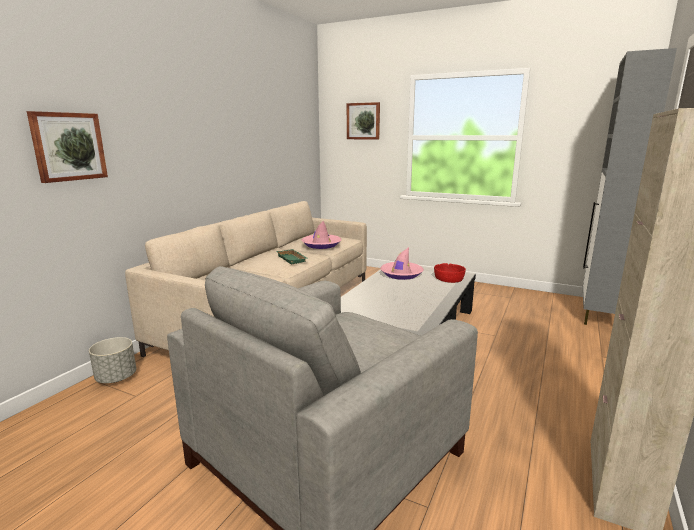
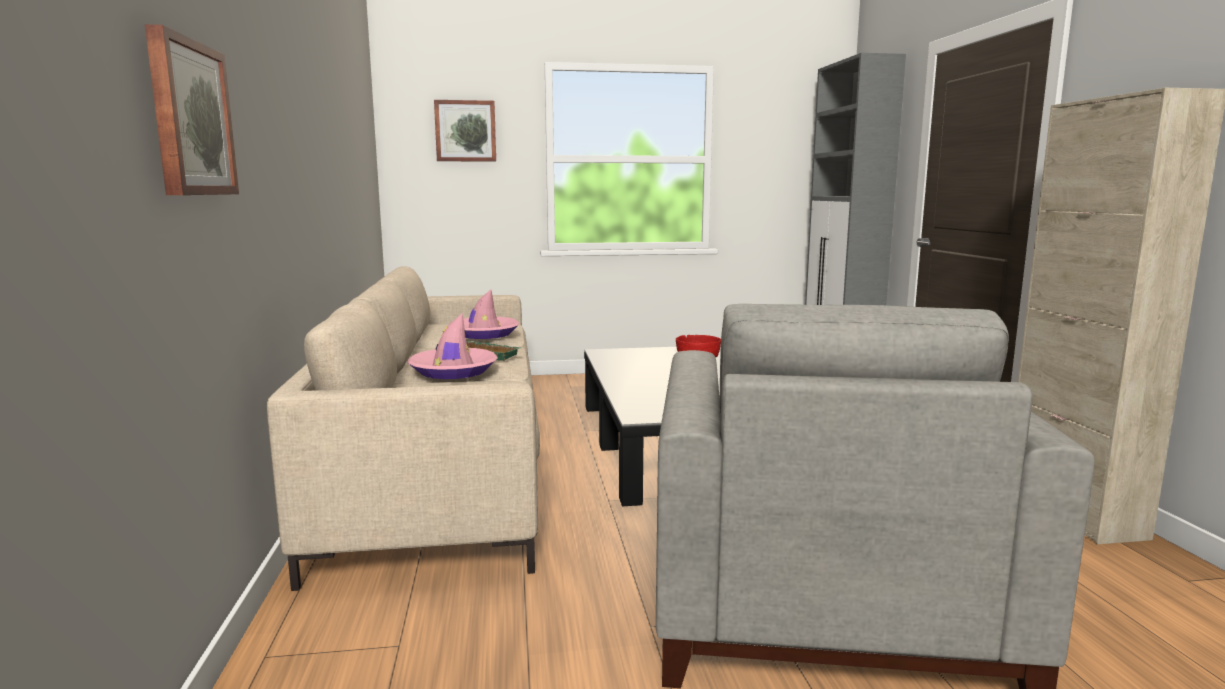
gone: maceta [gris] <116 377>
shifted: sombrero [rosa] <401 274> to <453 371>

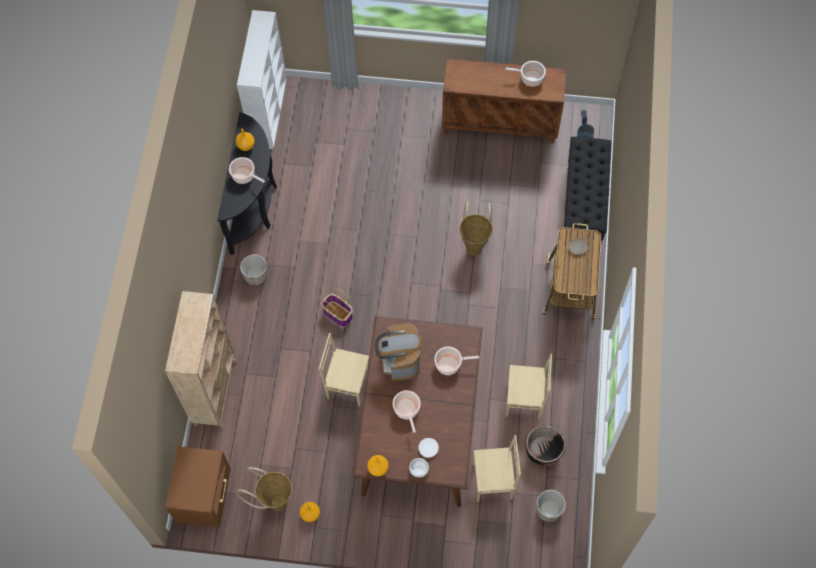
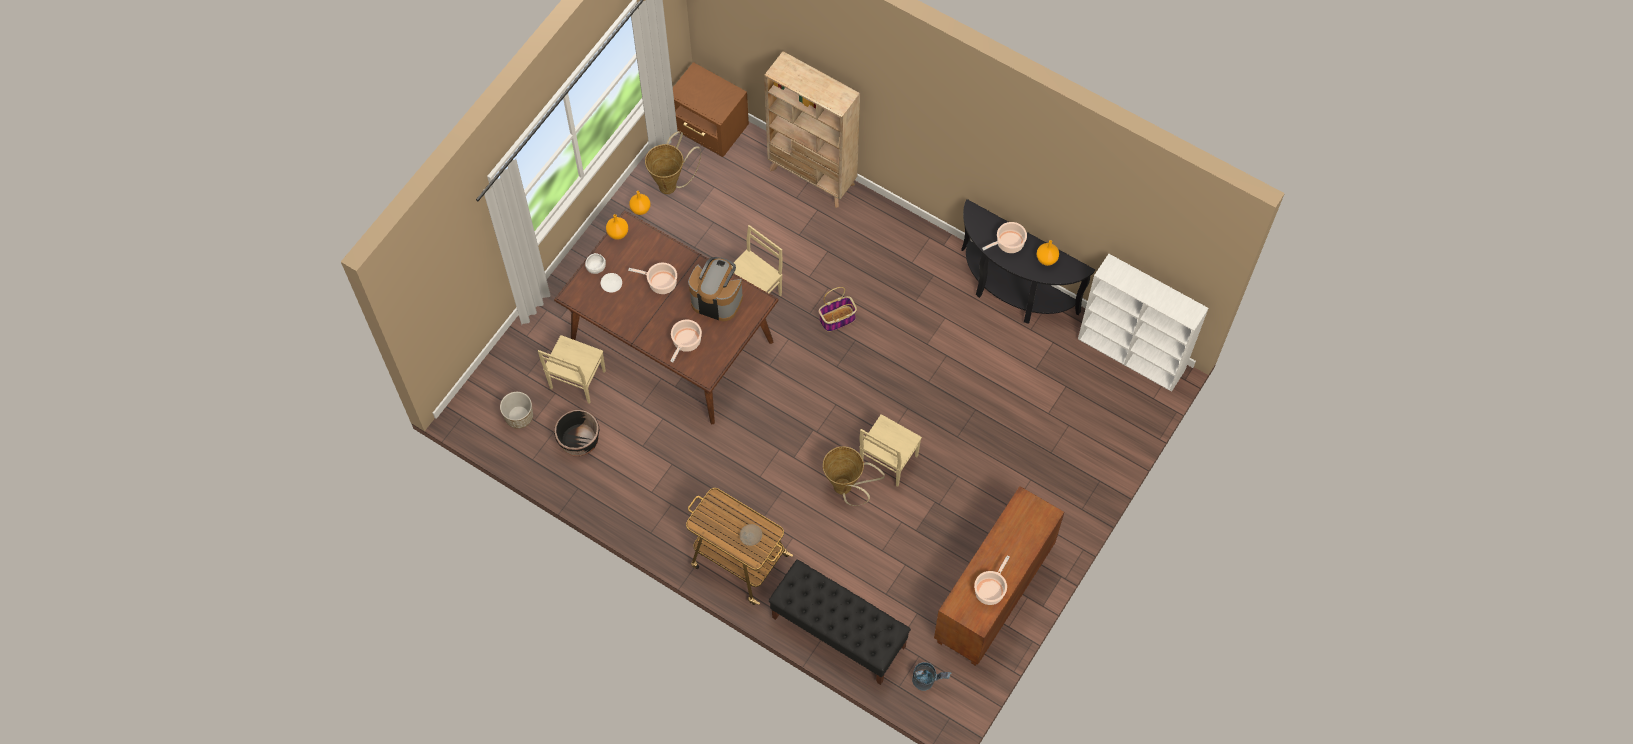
gone: maceta <256 275>
shifted: silla [beis] <524 400> to <887 461>

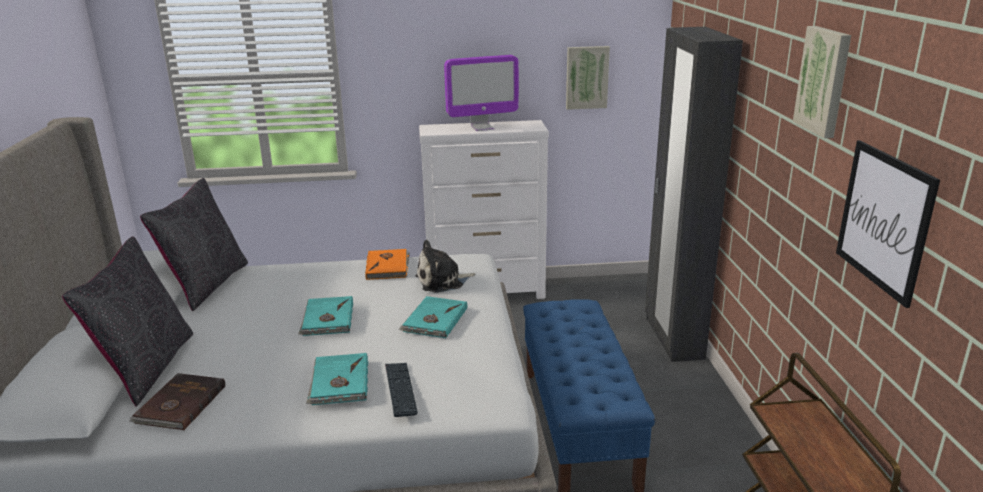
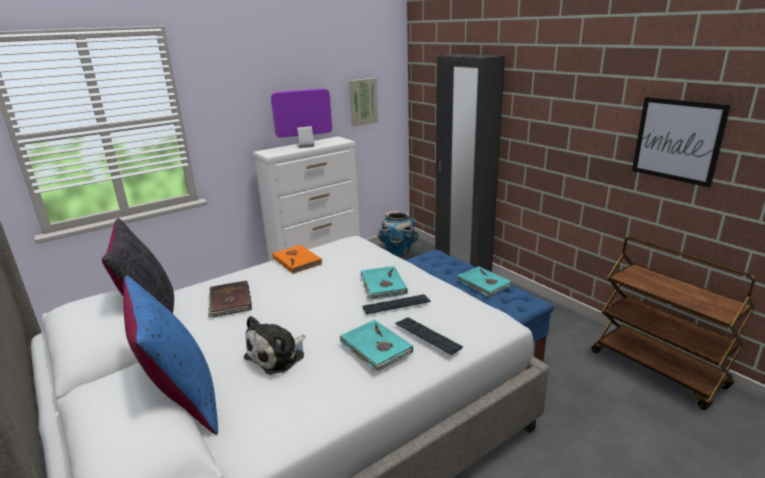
gone: cuadro <824 81>
new: teclado <396 305>; maceta <398 252>
shifted: libro [marrón] <179 404> to <229 301>; libro [turquesa] <327 319> to <483 284>; peluche <442 281> to <278 355>
repainted: cojín [negro] <146 367> to cojín [azul] <181 399>
rotated: monitor <482 128> = <305 146> 150 degrees counterclockwise

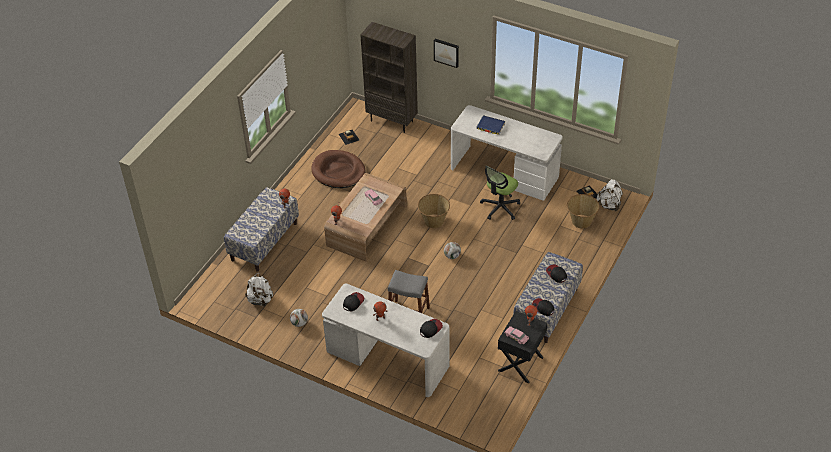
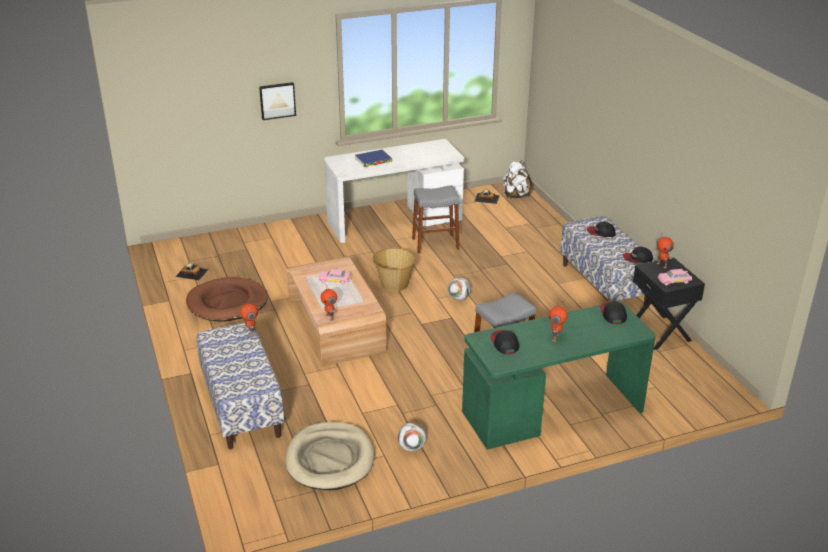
gone: estantería [marrón] <392 121>; cesta <581 221>
swapped: mochila [blanco] <260 300> to cama para perro [beis] <330 459>; silla de oficina <500 207> to taburete [gris] <435 243>
repainted: escritorio [blanco] <387 359> to escritorio [verde] <553 412>

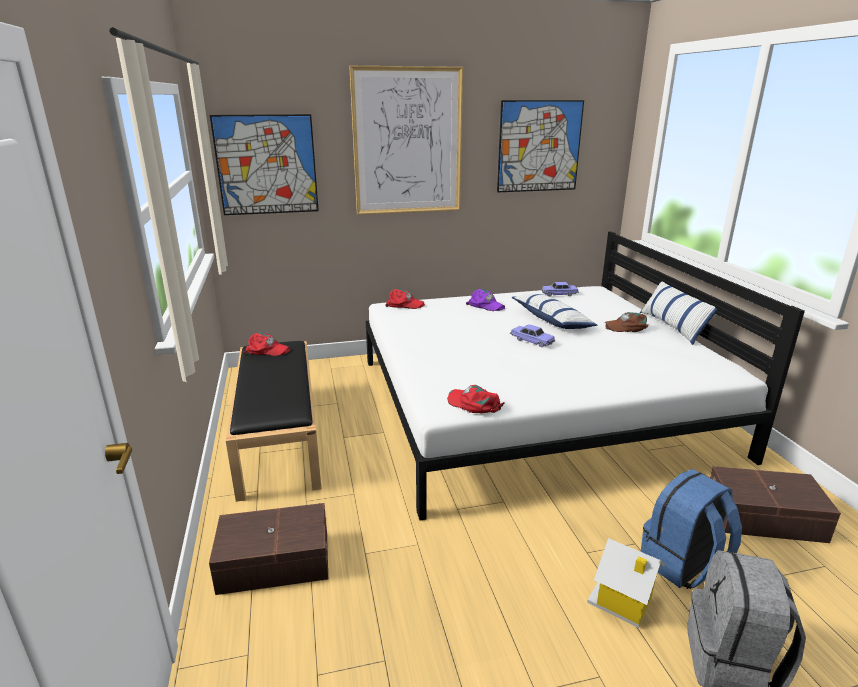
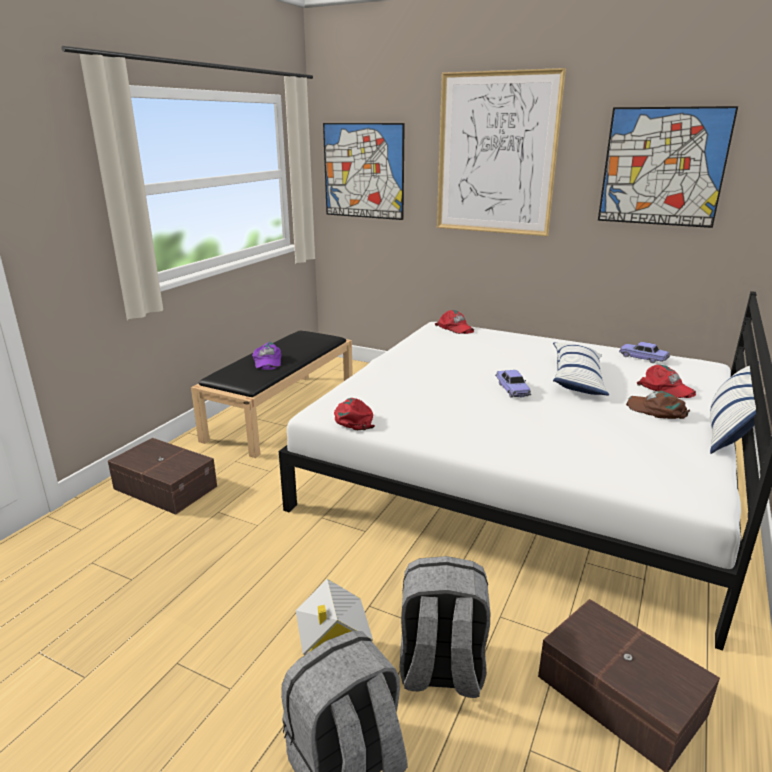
shifted: gorra [rojo] <267 350> to <666 388>; gorra [morado] <486 305> to <267 361>
repainted: mochila [azul] <683 564> to mochila [gris] <441 671>

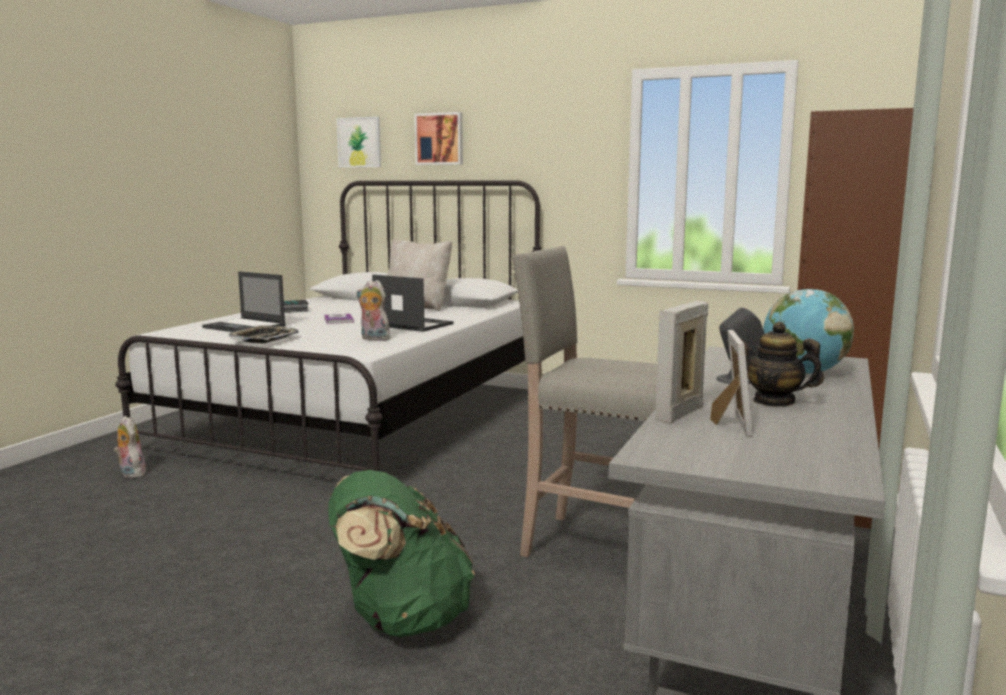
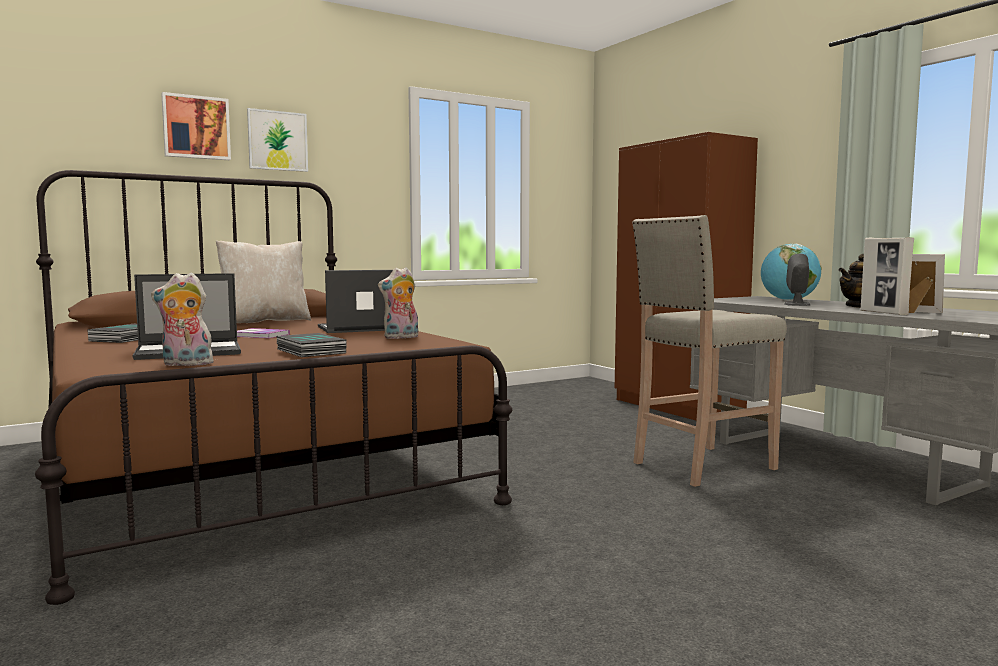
gone: mochila [verde] <401 619>
shifted: peluche <130 474> to <185 364>; cuadro <359 142> to <277 141>
swapped: bandeja <264 339> to libro <309 351>
repainted: cama [blanco] <360 419> to cama [marrón] <249 468>

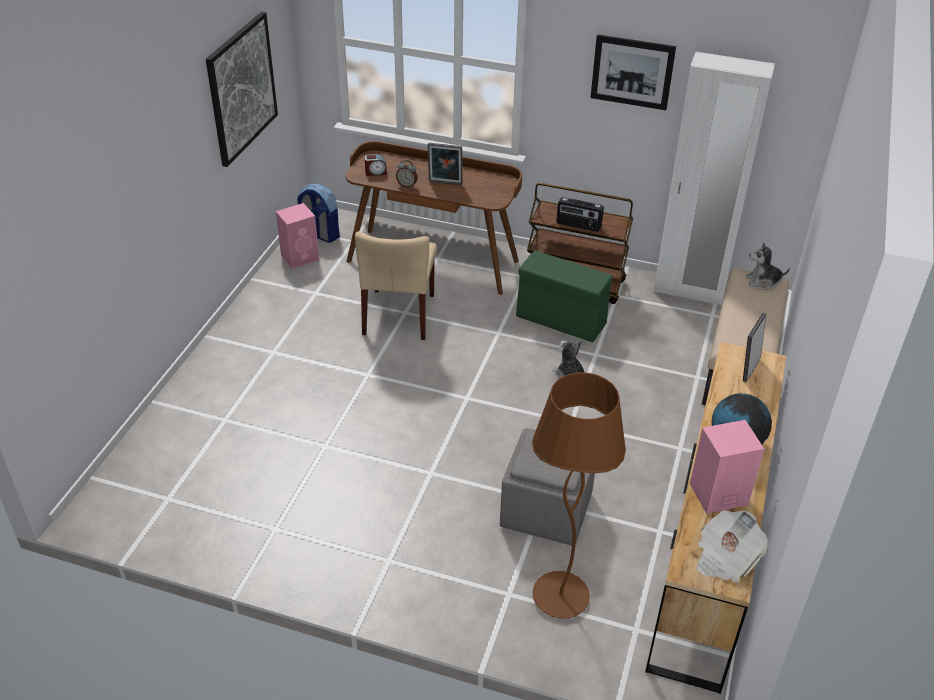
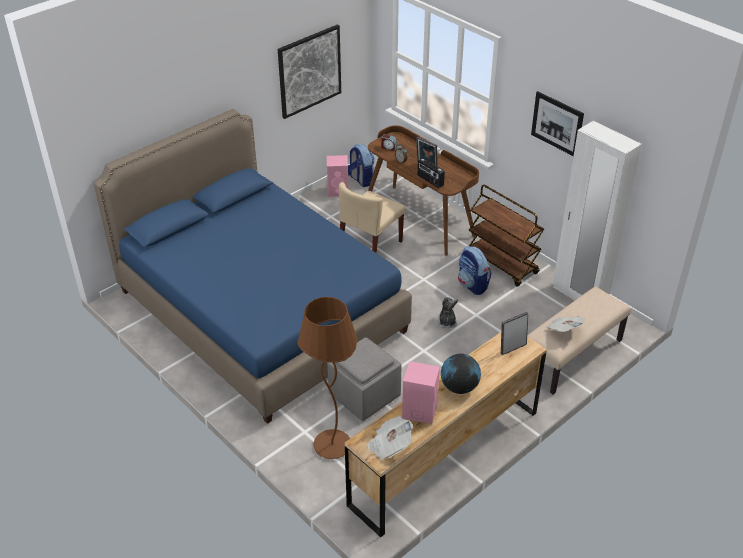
gone: peluche <763 282>
new: cama [azul] <260 311>; periódico <564 330>
shifted: radio <578 225> to <430 181>
swapped: caja de almacenaje [verde] <562 320> to mochila <472 285>

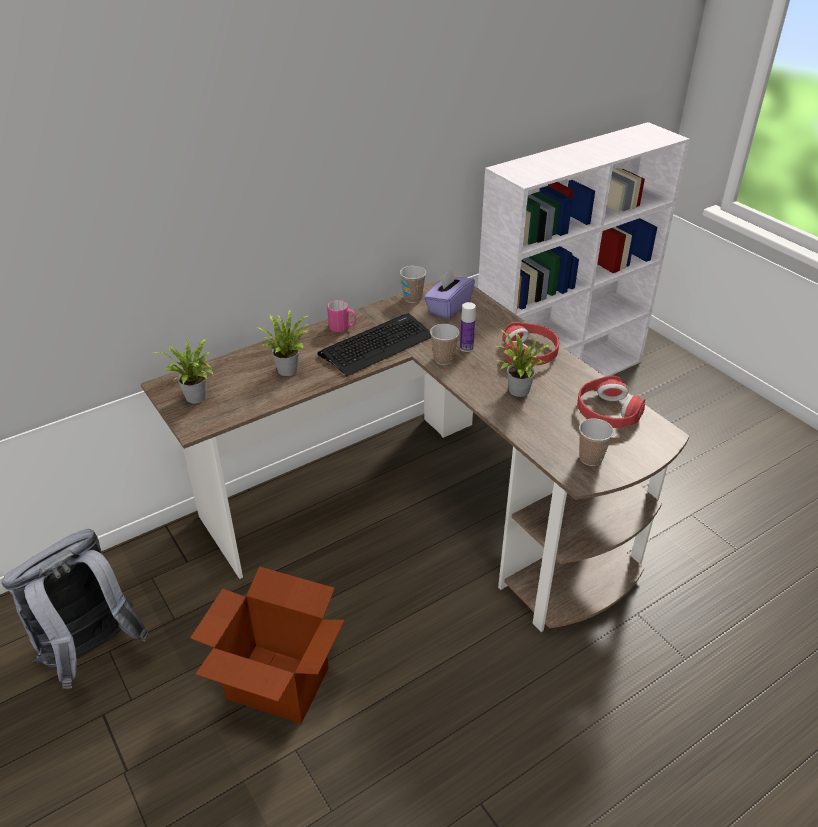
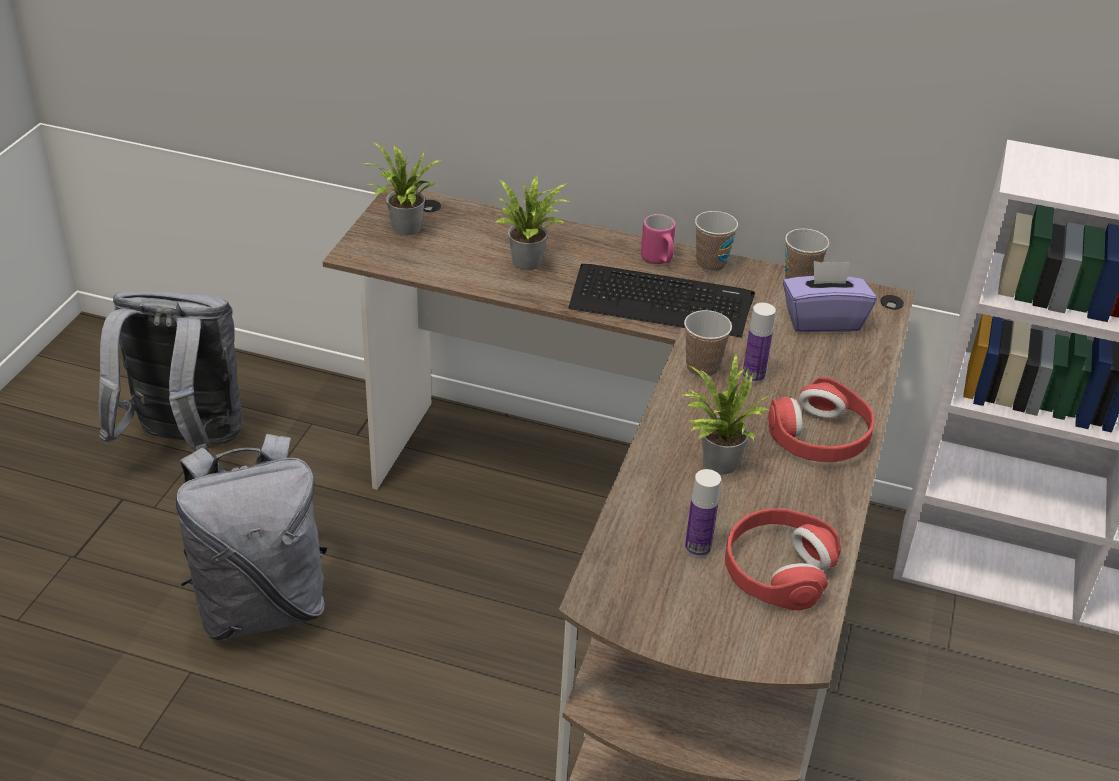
new: botella <698 548>
shifted: taza <590 458> to <711 264>
swapped: caja de cartón <277 683> to mochila [gris] <261 605>

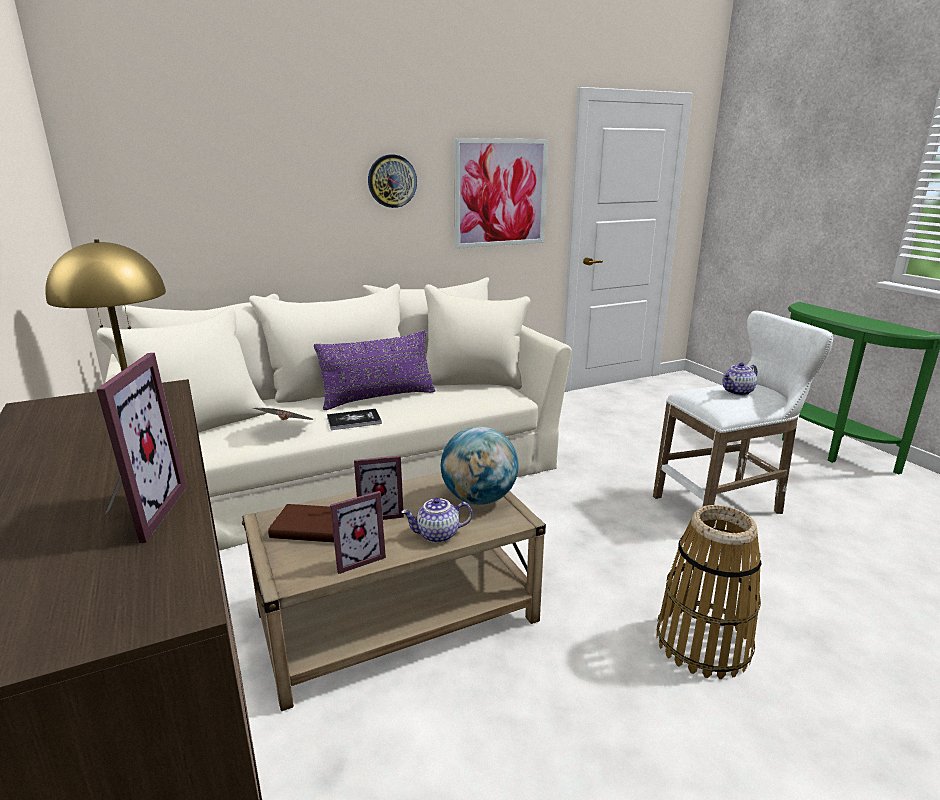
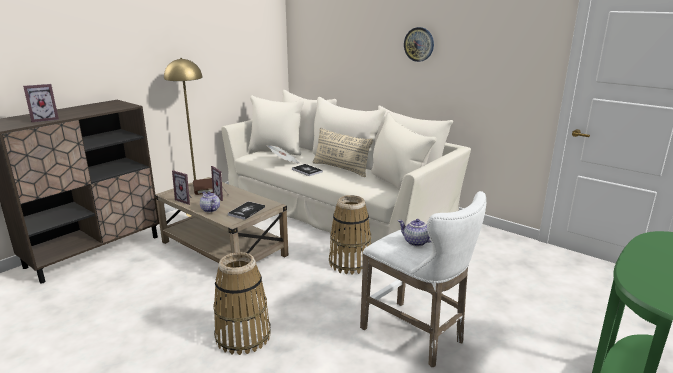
gone: cuadro <500 193>
new: cesta <350 263>
swapped: globo terráqueo <479 499> to libro <246 211>
repainted: cojín [morado] <378 398> to cojín [beis] <341 168>

